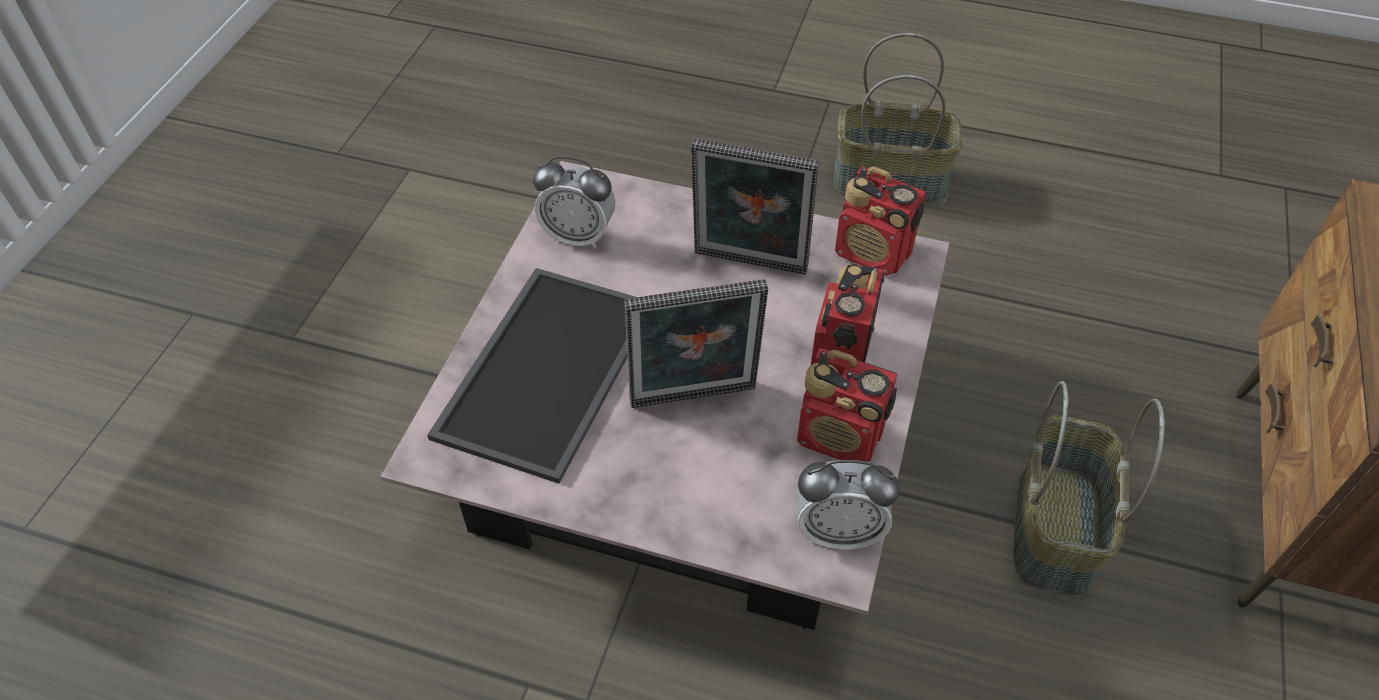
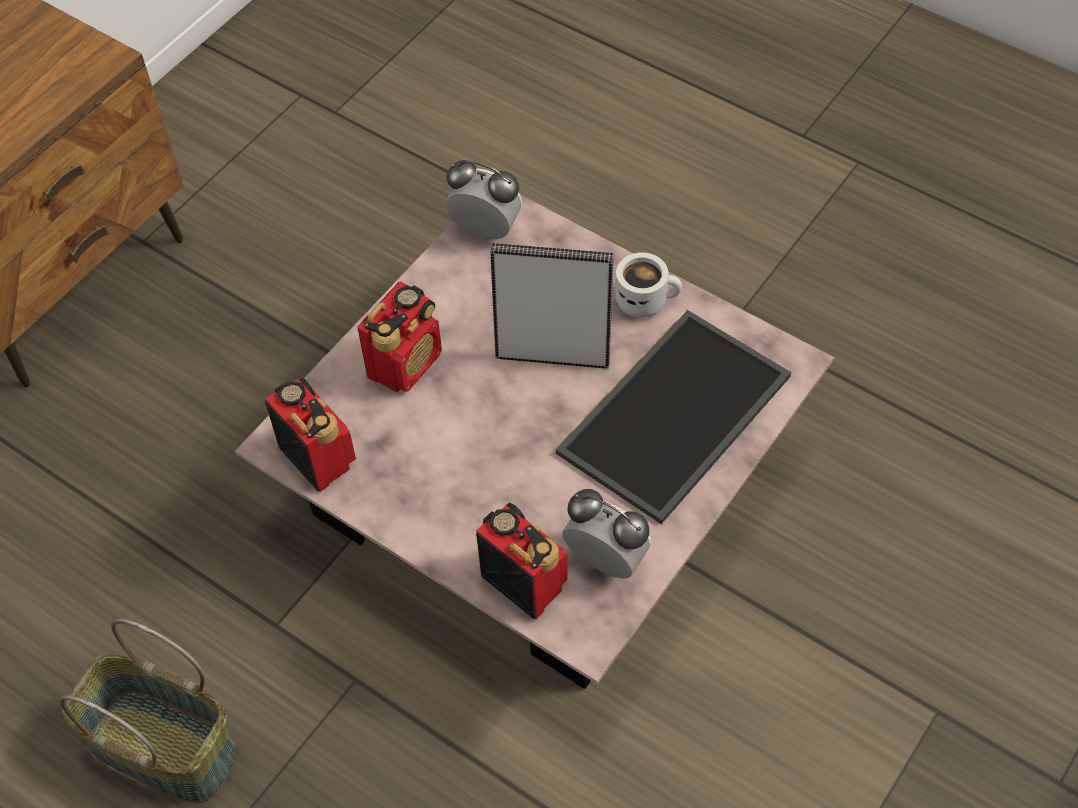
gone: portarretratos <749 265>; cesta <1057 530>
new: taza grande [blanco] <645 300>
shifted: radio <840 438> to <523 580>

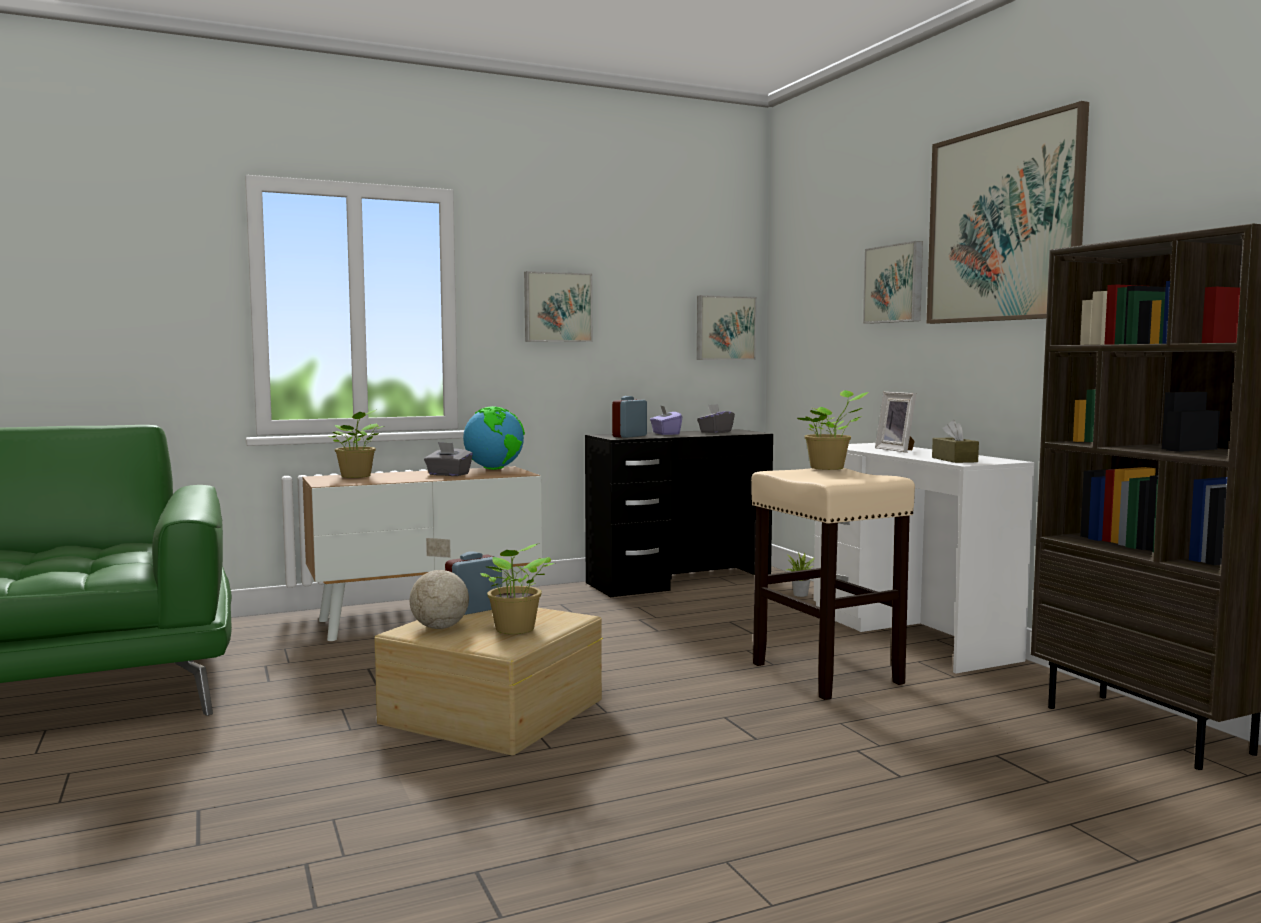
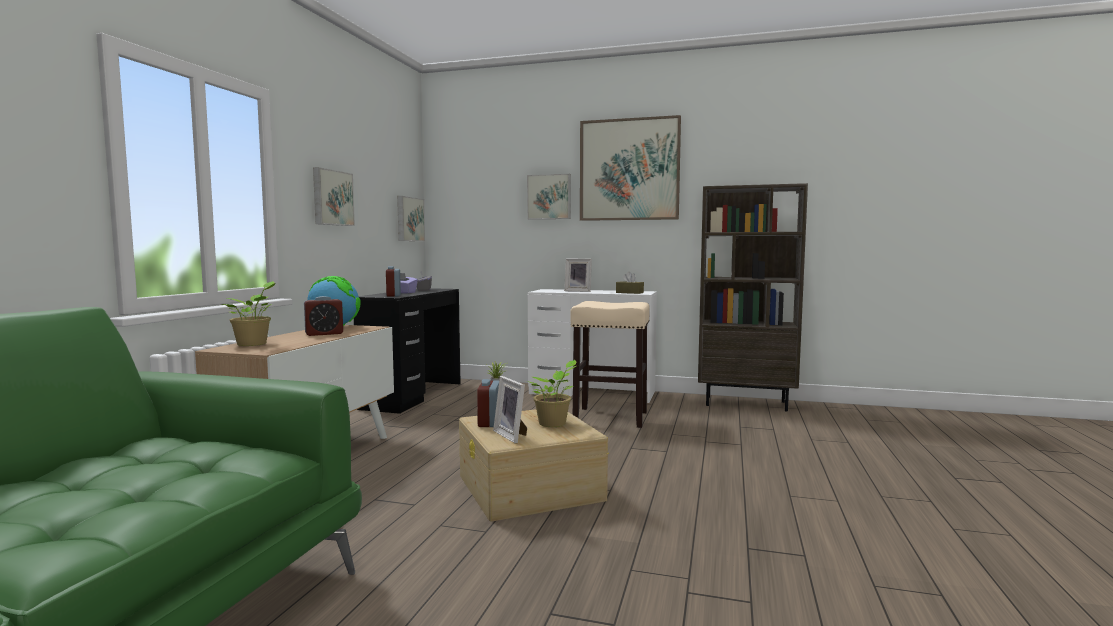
gone: planta en maceta <830 468>
swapped: globo terráqueo <440 628> to portarretratos <512 435>; caja de pañuelos [gris] <448 474> to despertador <324 334>

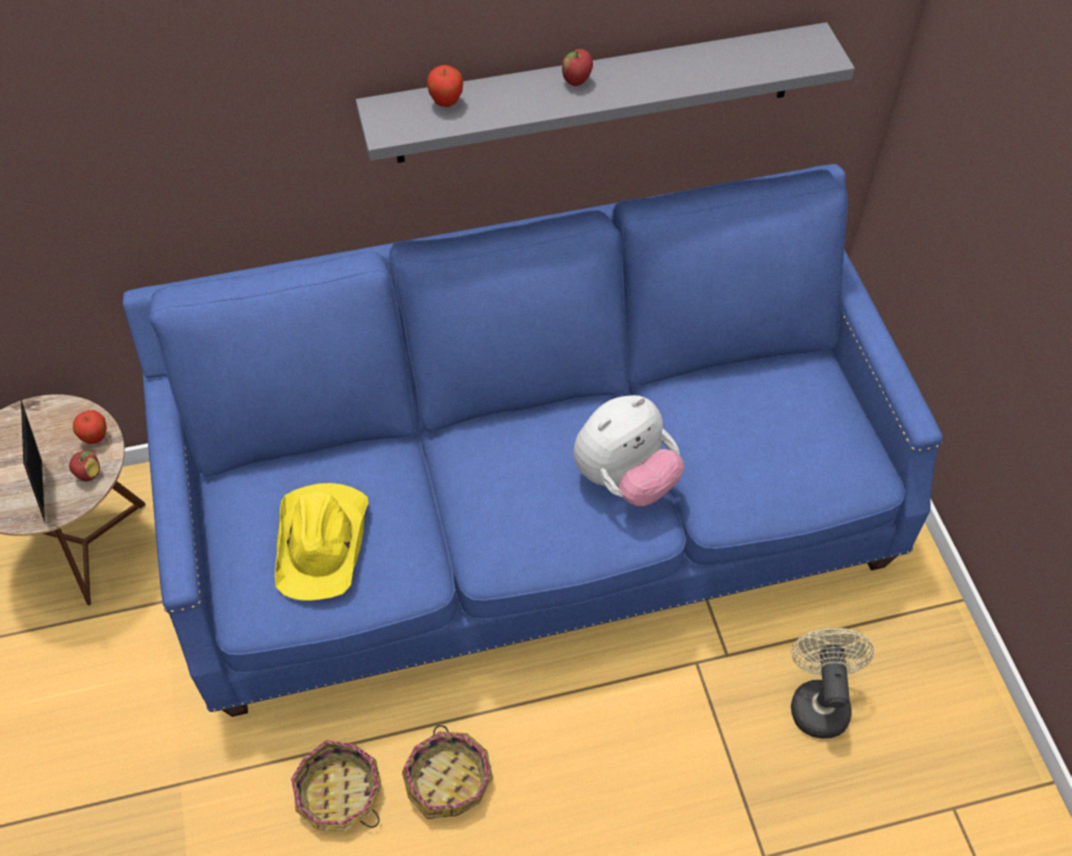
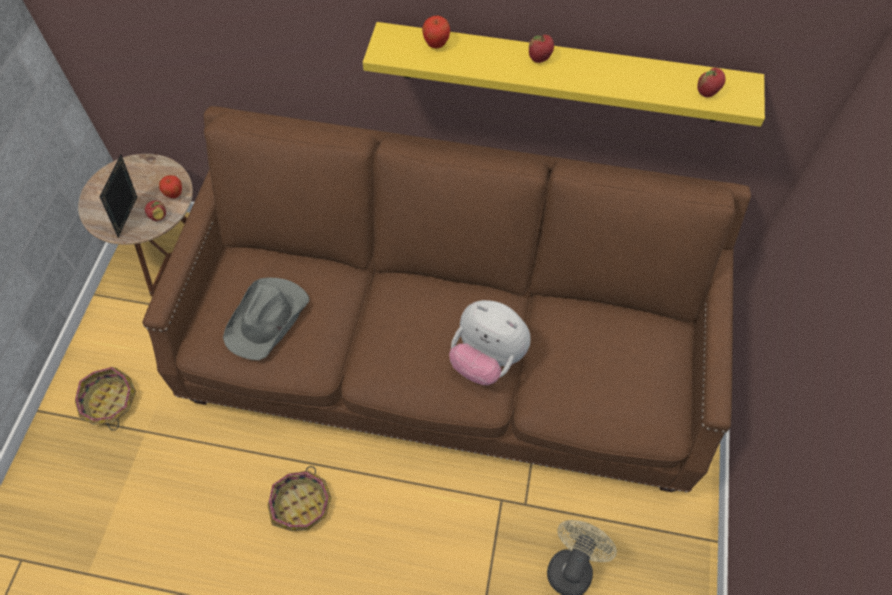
new: manzana <707 93>
shifted: cesta <339 793> to <109 402>
repainted: sofá [azul] <537 518> to sofá [marrón] <447 354>; sombrero [amarillo] <323 541> to sombrero [gris] <268 319>; estante [gris] <596 94> to estante [amarillo] <561 73>
rotated: peluche <625 479> = <487 358> 45 degrees clockwise

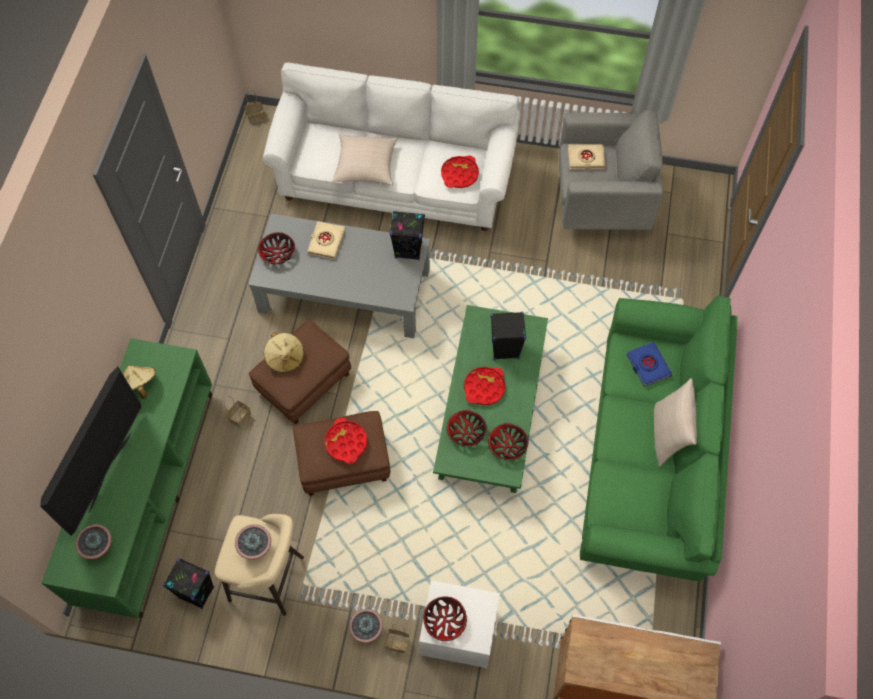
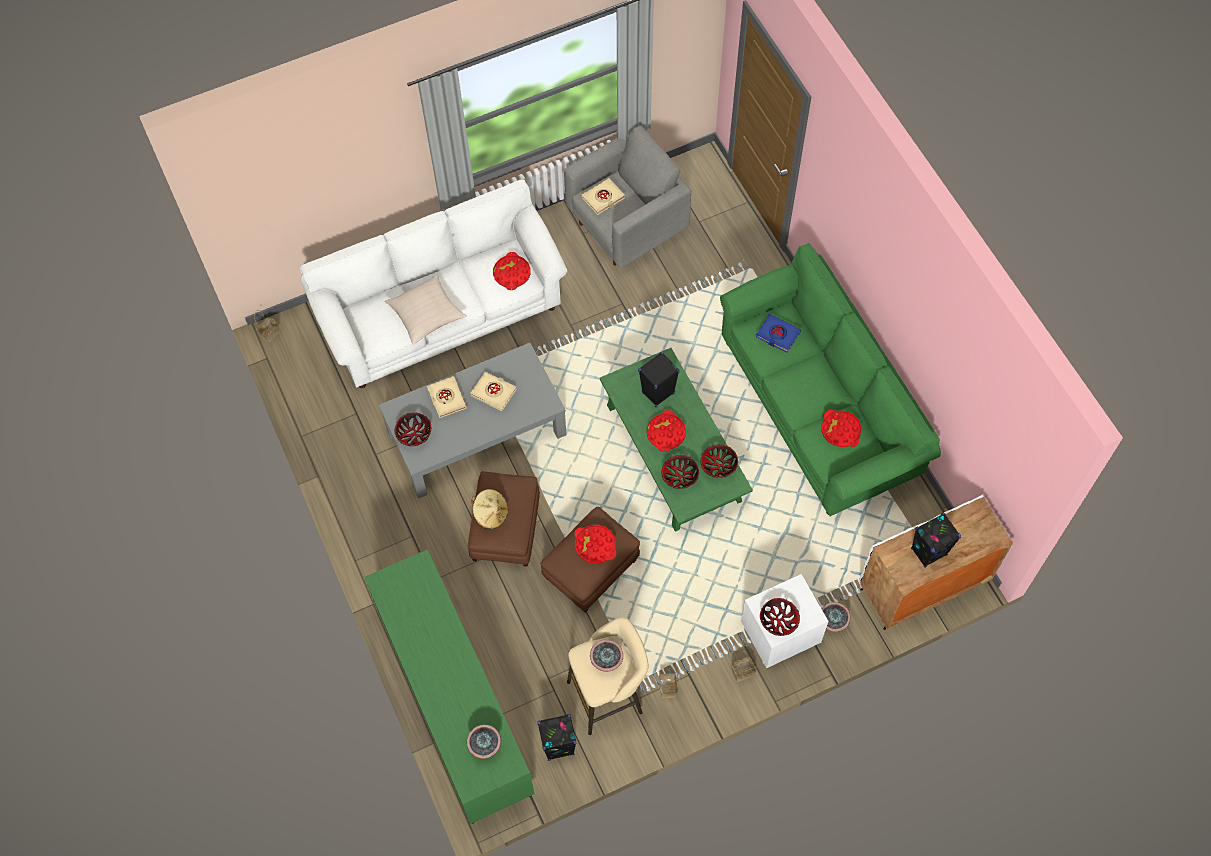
gone: televisor <109 471>; sombrero [beis] <138 385>; cojín [beis] <668 435>
new: libro [beis] <493 392>; bandeja [rojo] <840 430>
shifted: cesta <240 418> to <668 689>; planta en maceta <367 630> to <832 623>; altavoz [negro] <408 250> to <928 552>

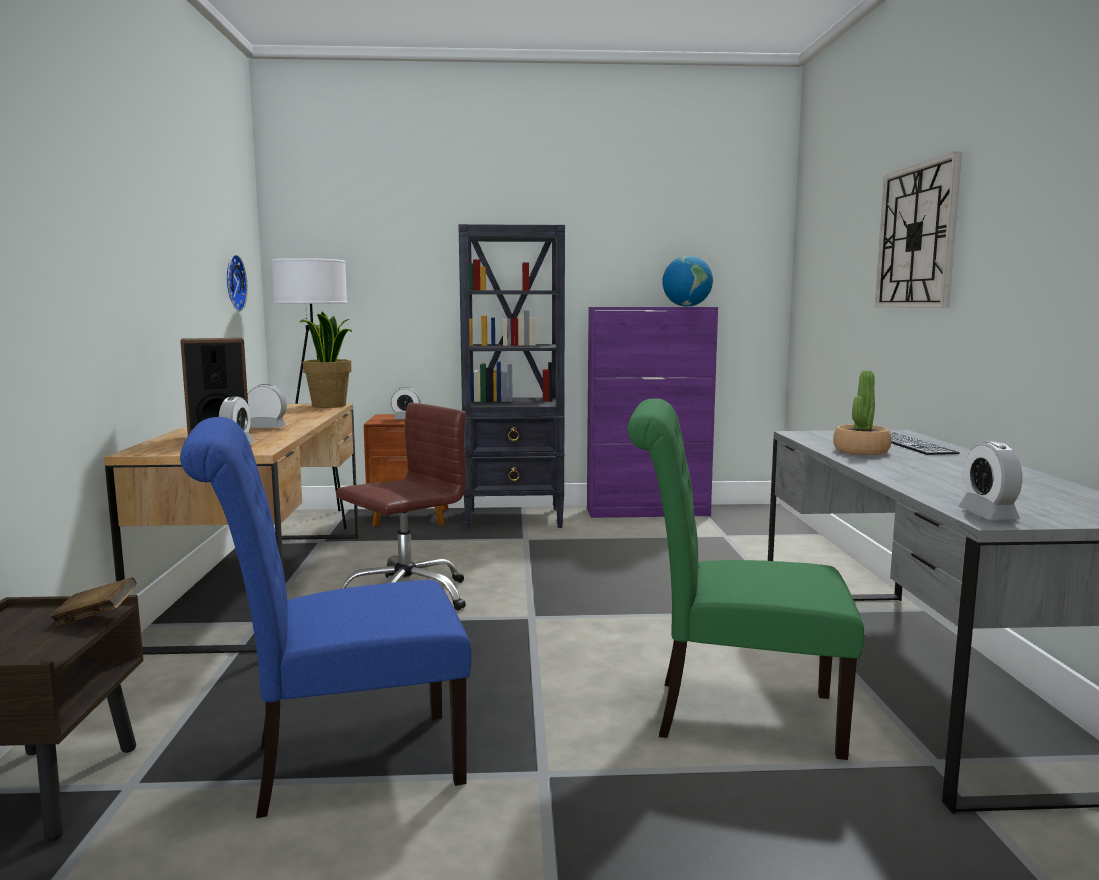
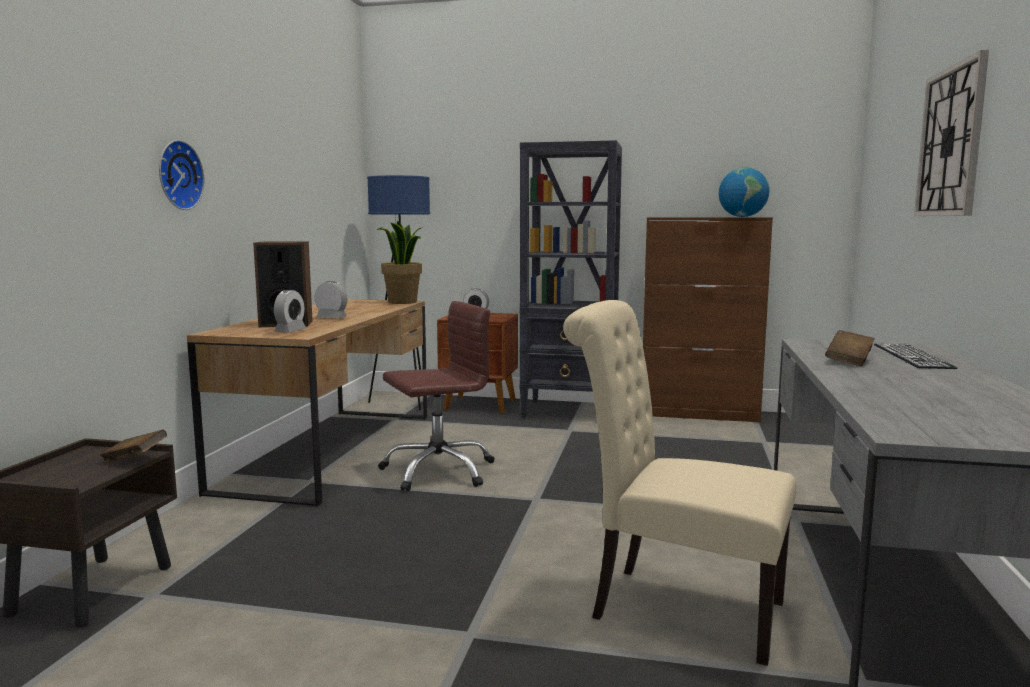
gone: silla [azul] <342 764>; despertador <987 515>
shifted: reloj de pared <232 283> to <177 175>
swapped: planta en maceta <861 451> to libro [marrón] <849 361>
repainted: lámpara de pie [blanco] <321 521> to lámpara de pie [azul] <404 402>; armario [morado] <648 512> to armario [marrón] <699 414>; silla [verde] <733 714> to silla [beis] <675 607>

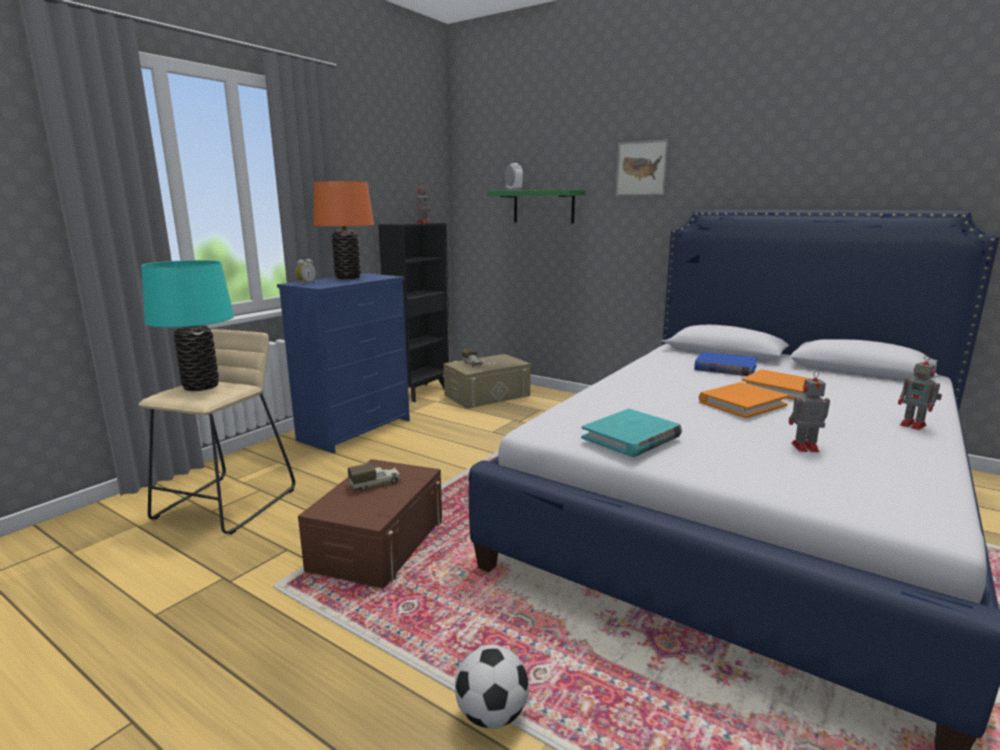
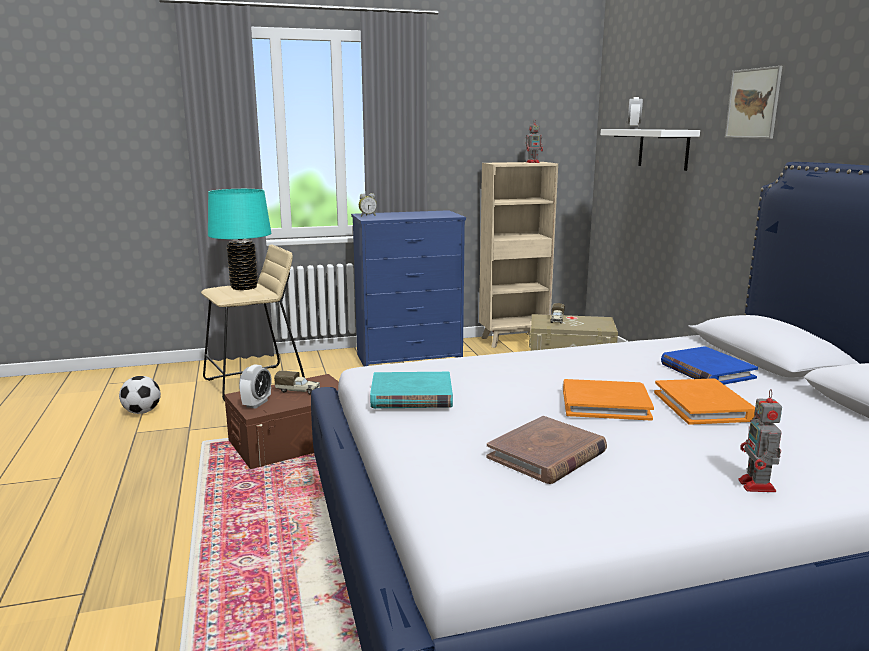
gone: lámpara de mesa [naranja] <348 278>
new: despertador <257 403>
shifted: balón de fútbol <491 715> to <142 412>
swapped: robot de juguete <803 447> to libro [marrón] <547 455>
repainted: estantería [negro] <421 392> to estantería [beis] <514 340>; estante [verde] <543 207> to estante [blanco] <663 149>

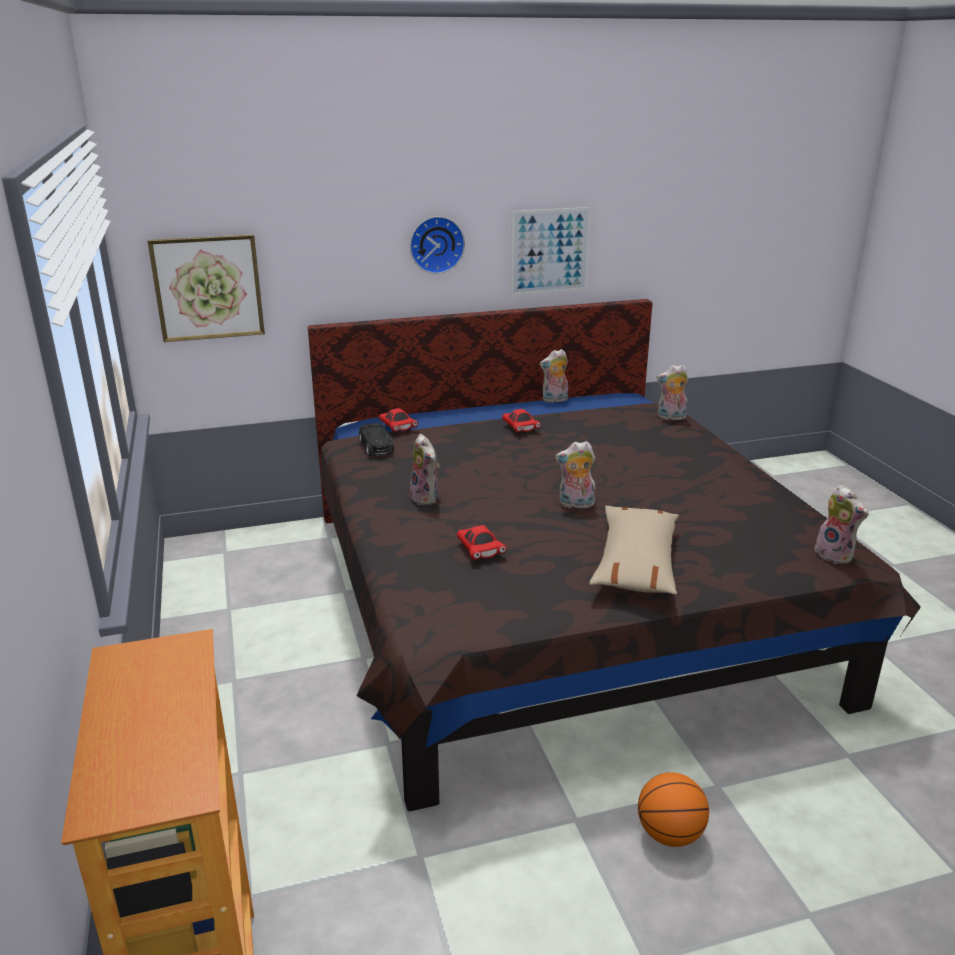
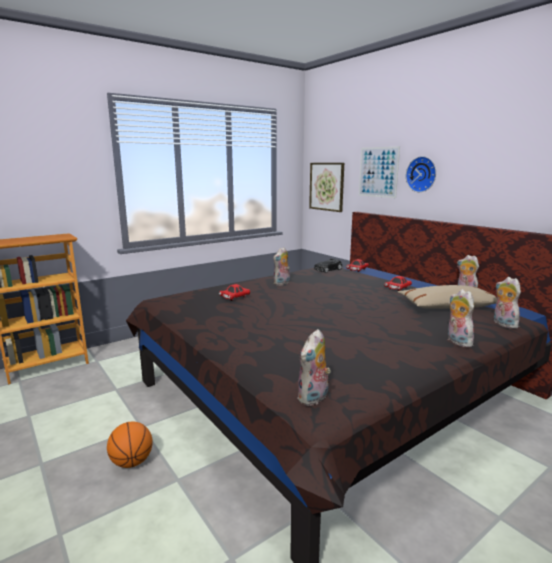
shifted: cuadro <550 251> to <378 172>; peluche <575 504> to <457 341>; cojín [beis] <636 562> to <448 306>

